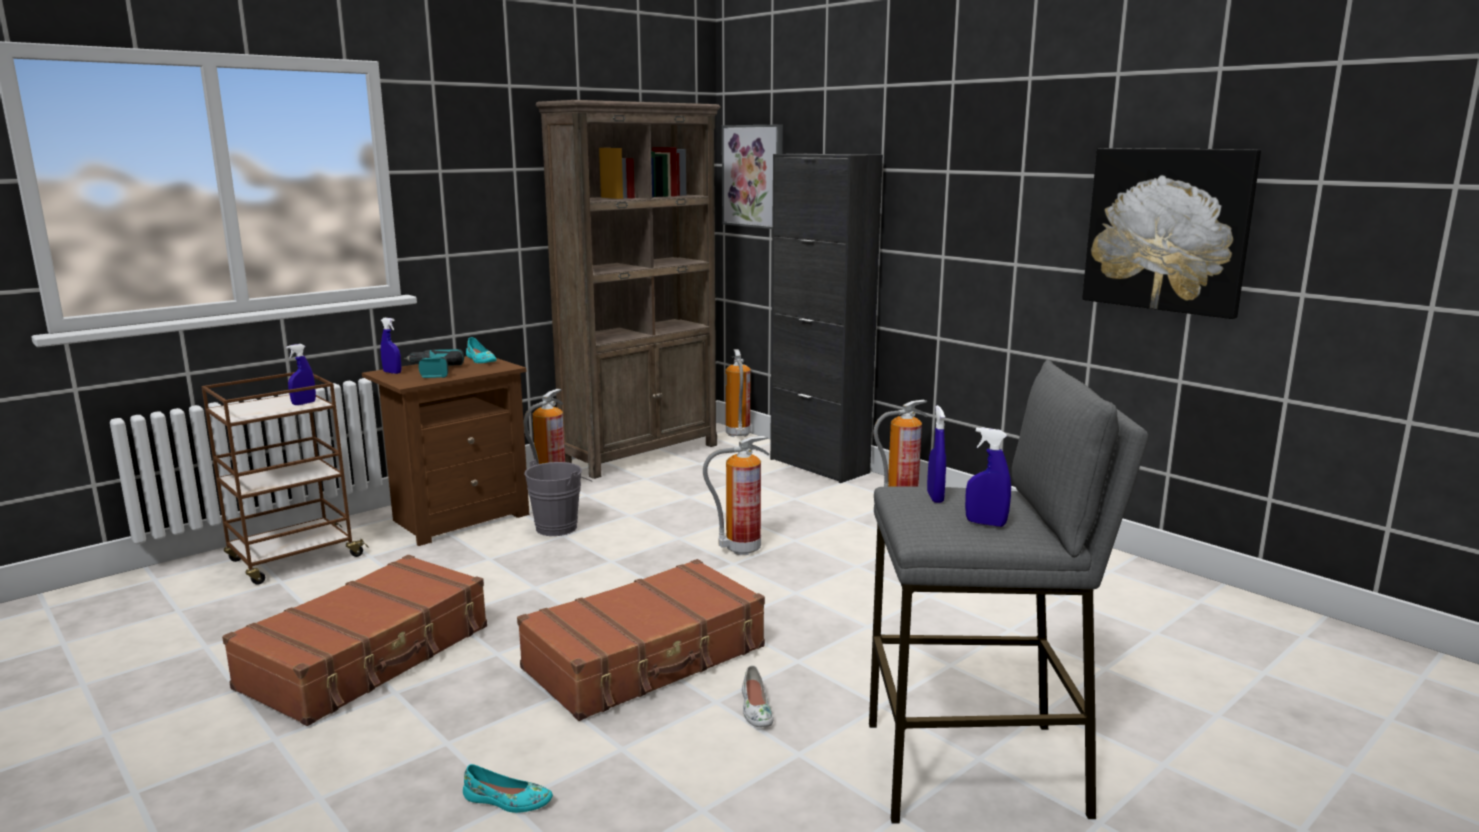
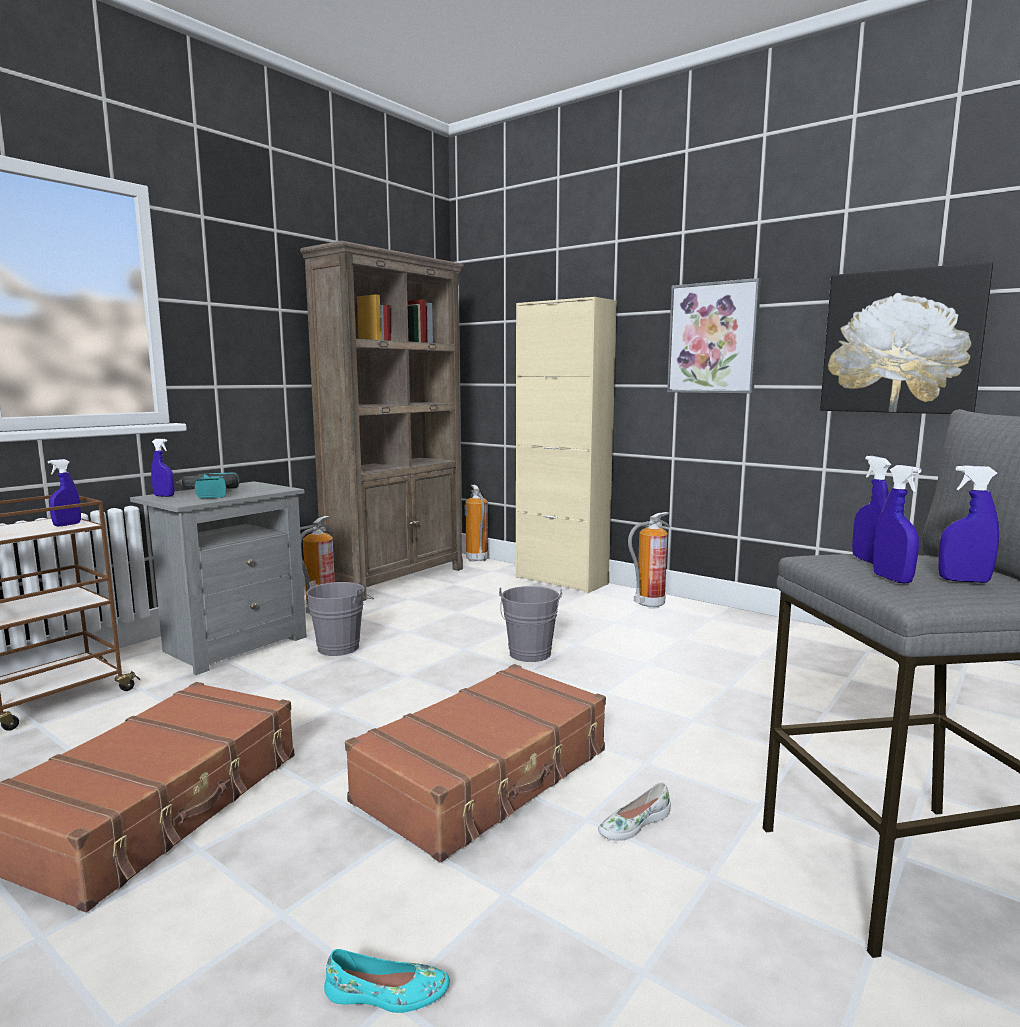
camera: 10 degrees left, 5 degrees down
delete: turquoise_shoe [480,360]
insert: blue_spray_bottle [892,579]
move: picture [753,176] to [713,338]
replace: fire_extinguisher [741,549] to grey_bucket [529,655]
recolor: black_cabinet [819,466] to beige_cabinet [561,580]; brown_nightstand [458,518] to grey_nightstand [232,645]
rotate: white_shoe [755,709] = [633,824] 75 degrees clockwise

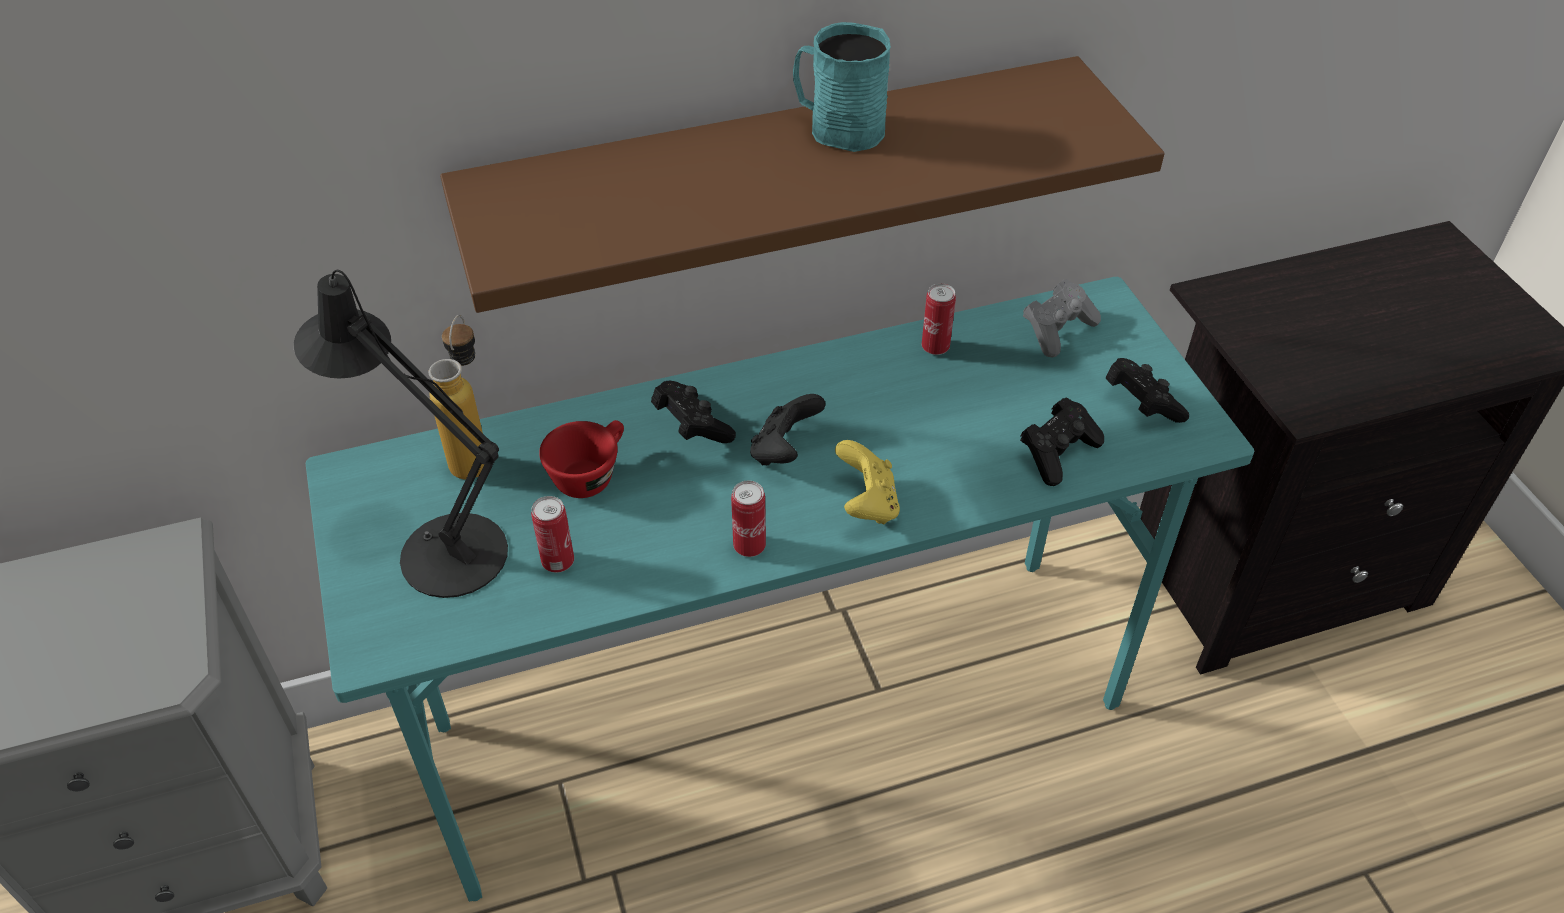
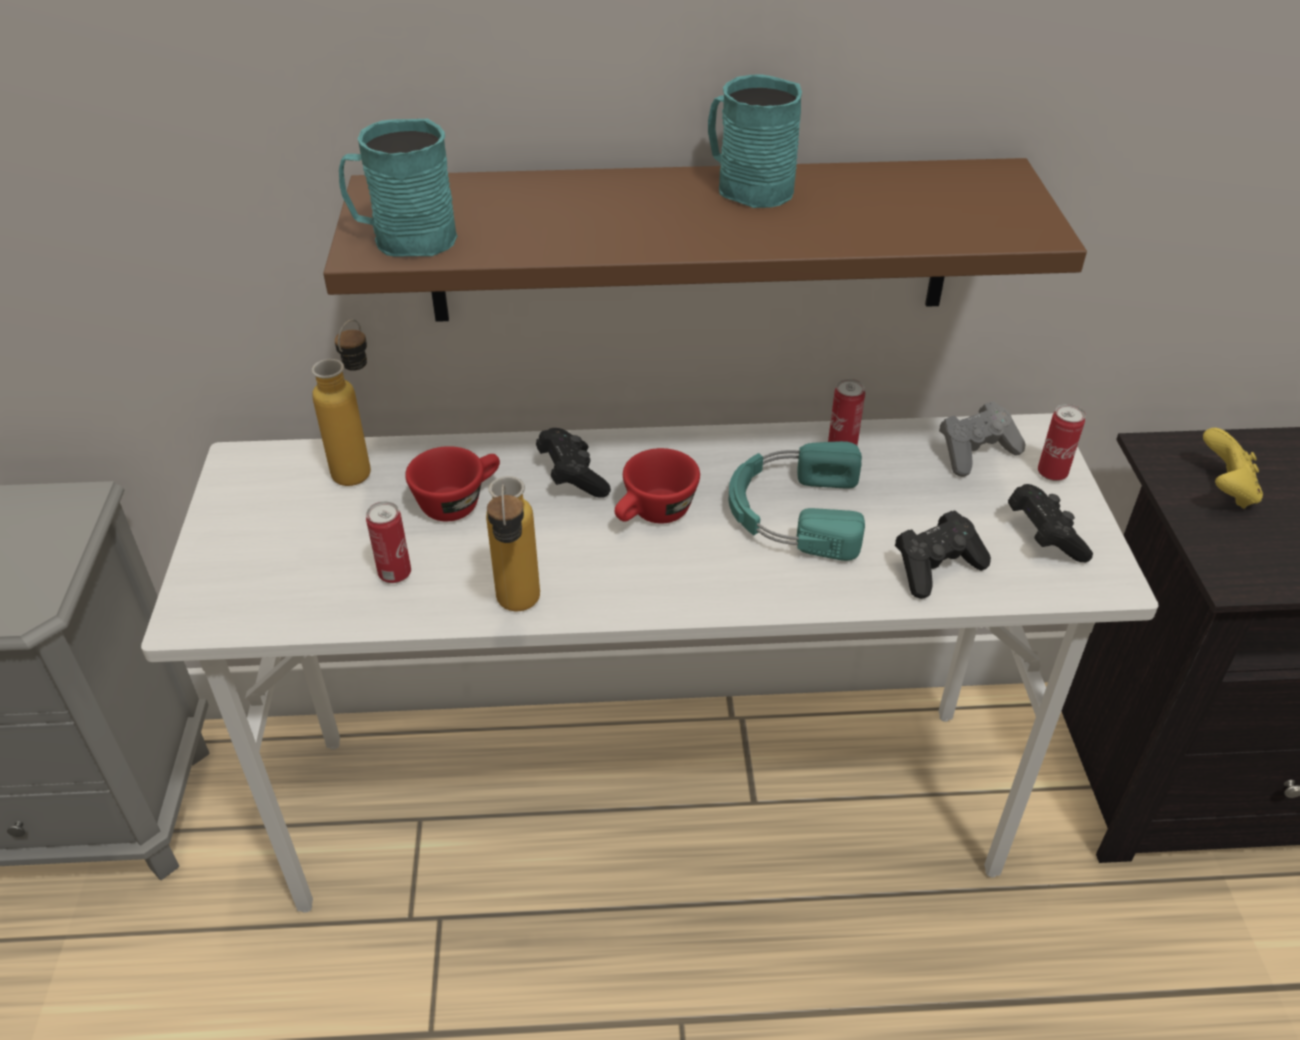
camera: 15 degrees right, 5 degrees down
delete: black_table_lamp [441,547]
insert: turquoise_mug [403,238]; turquoise_headphones [793,511]; bottle [518,611]
move: yellow_game_controller [867,504] to [1225,490]; can [749,546] to [1052,473]
replace: black_game_controller [784,451] to red_cup [654,515]
recolor: turquoise_desk [781,713] to white_desk [650,803]

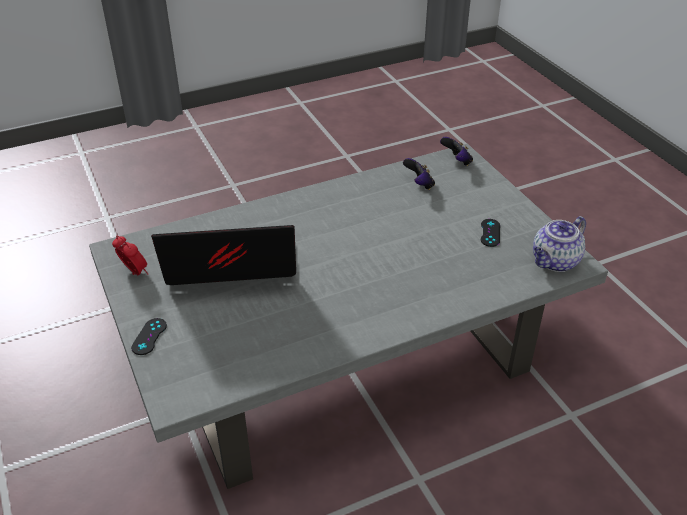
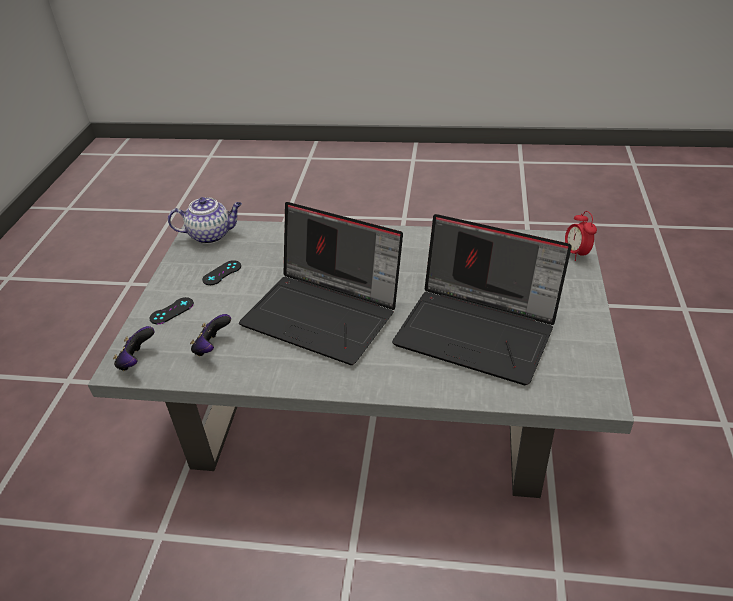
camera: 145 degrees left, 0 degrees up
insert: laptop [325,313]
move: alarm_clock [134,273] to [576,253]; black_game_controller [149,336] to [172,311]

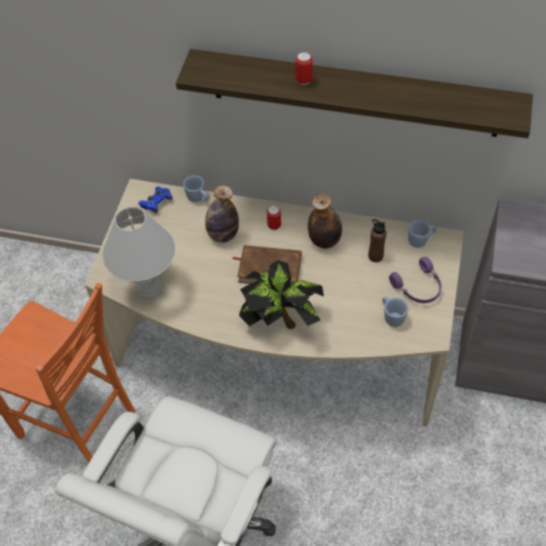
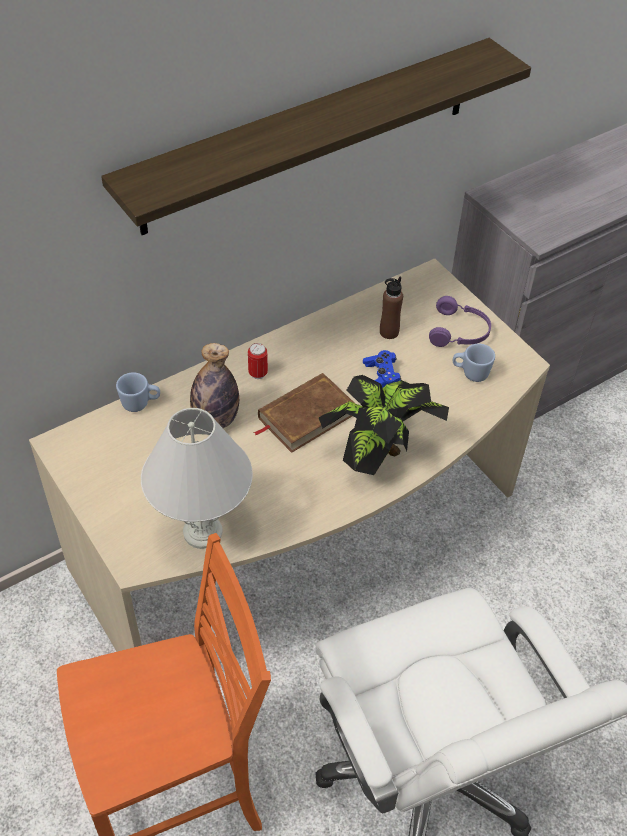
camera: 50 degrees left, 5 degrees down
delete: can [304,80]; bottle [324,240]; blue_mug [420,240]
move: blue_game_controller [156,203] to [381,377]

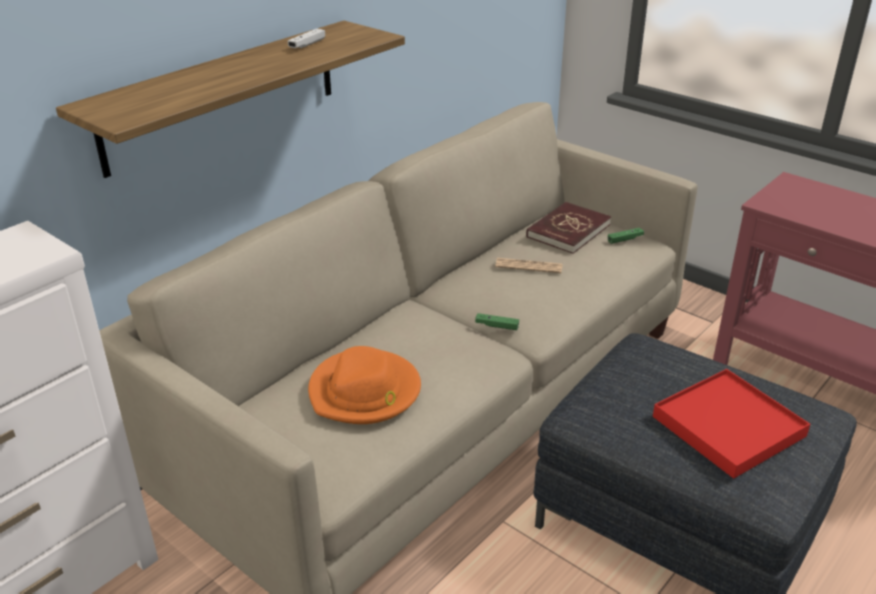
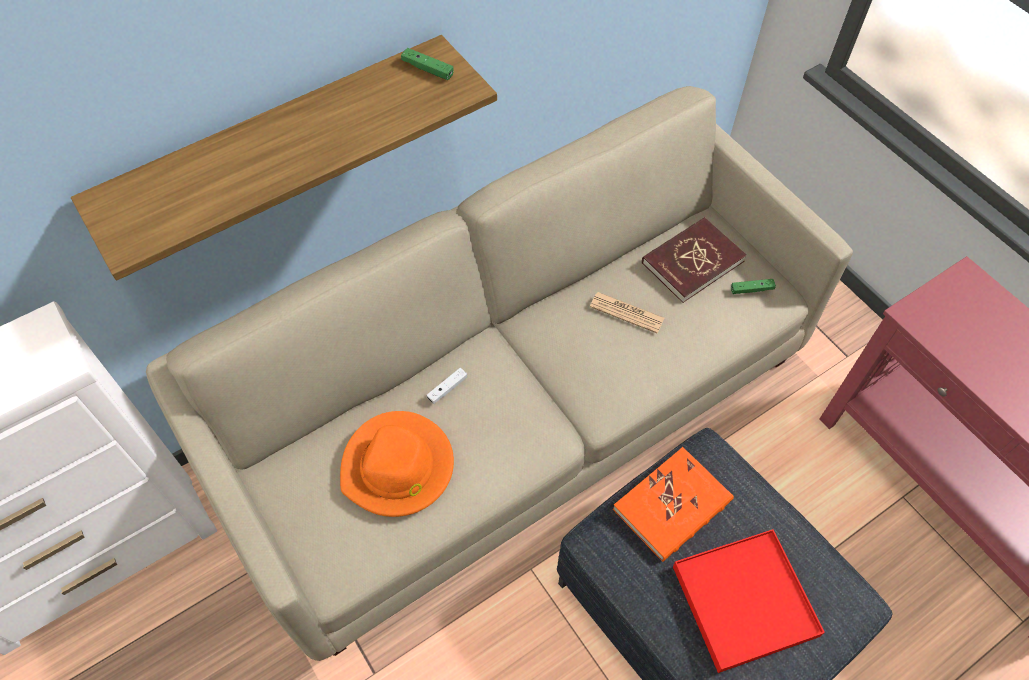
camera: 15 degrees right, 25 degrees up
insert: orange_book [672,505]
move: white_game_controller [307,44] to [447,388]; green_game_controller [497,326] to [427,69]

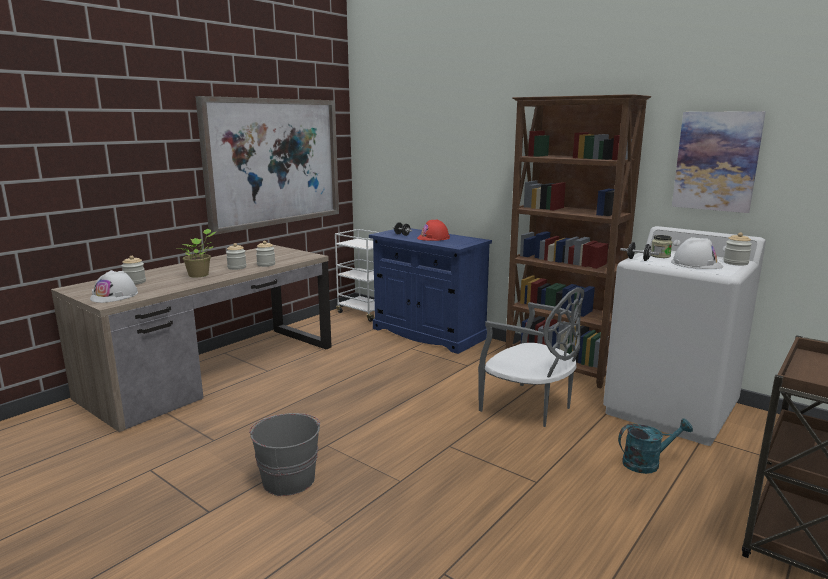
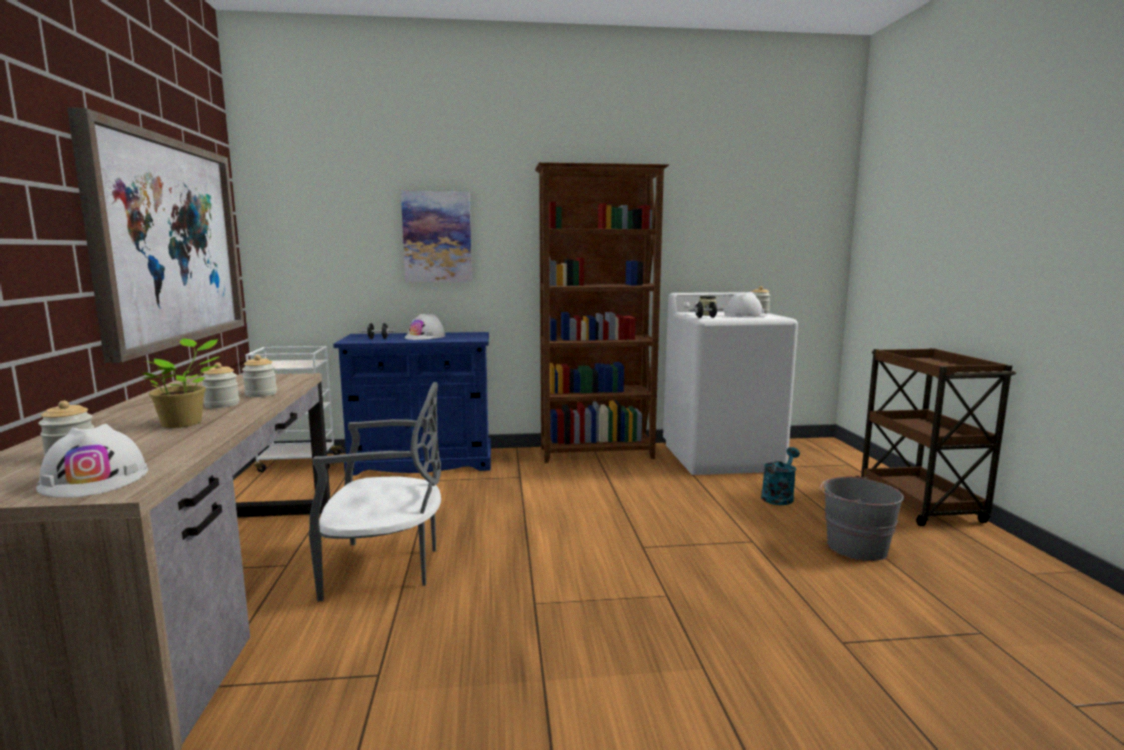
camera: 45 degrees left, 5 degrees down
move: picture [716,161] to [437,237]; grey_chair [529,407] to [386,568]; grey_bucket [288,479] to [855,547]
recolor: red_hard_hat [433,238] to white_hard_hat [425,337]

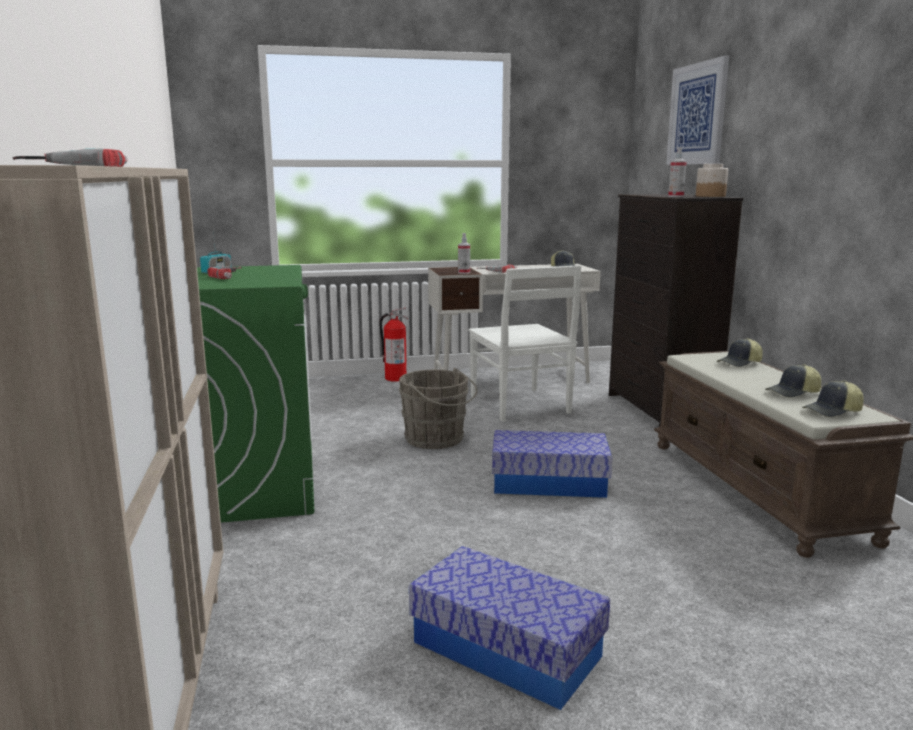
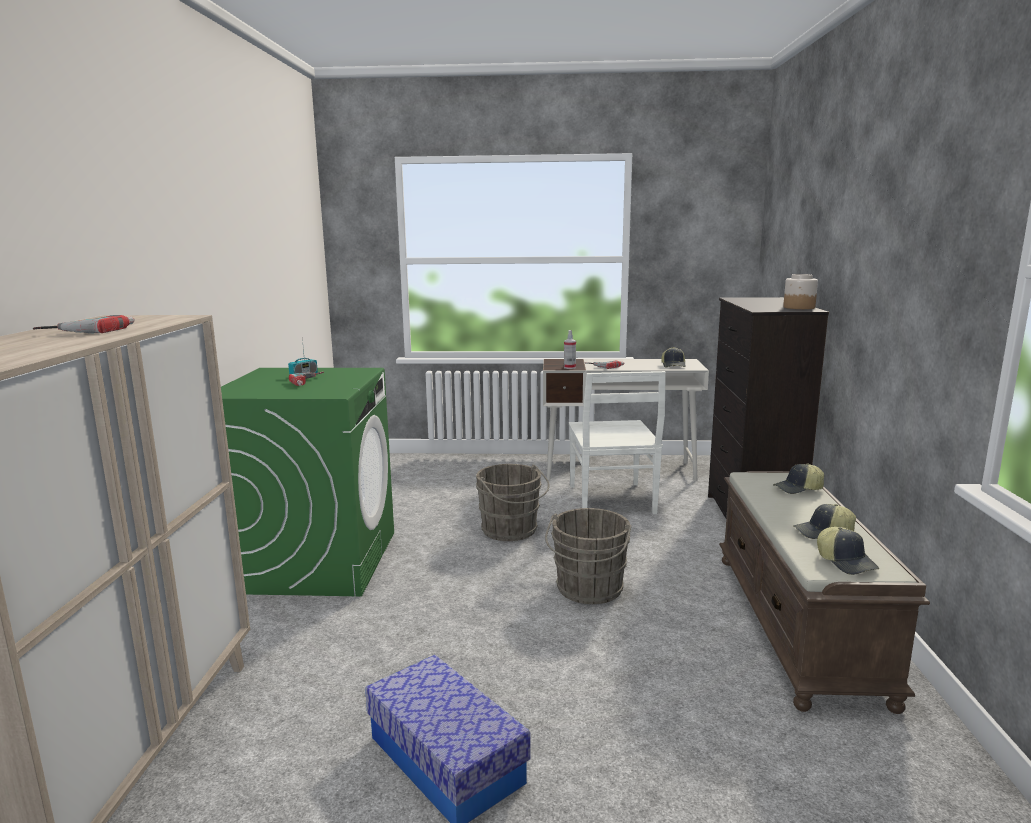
camera: 15 degrees right, 0 degrees up
delete: picture [697,114]; spray_bottle [675,196]; fire_extinguisher [395,378]
replace: storage_box [549,482] to grey_bucket [588,590]
rotate: cap [833,412] = [846,562] 105 degrees counterclockwise

